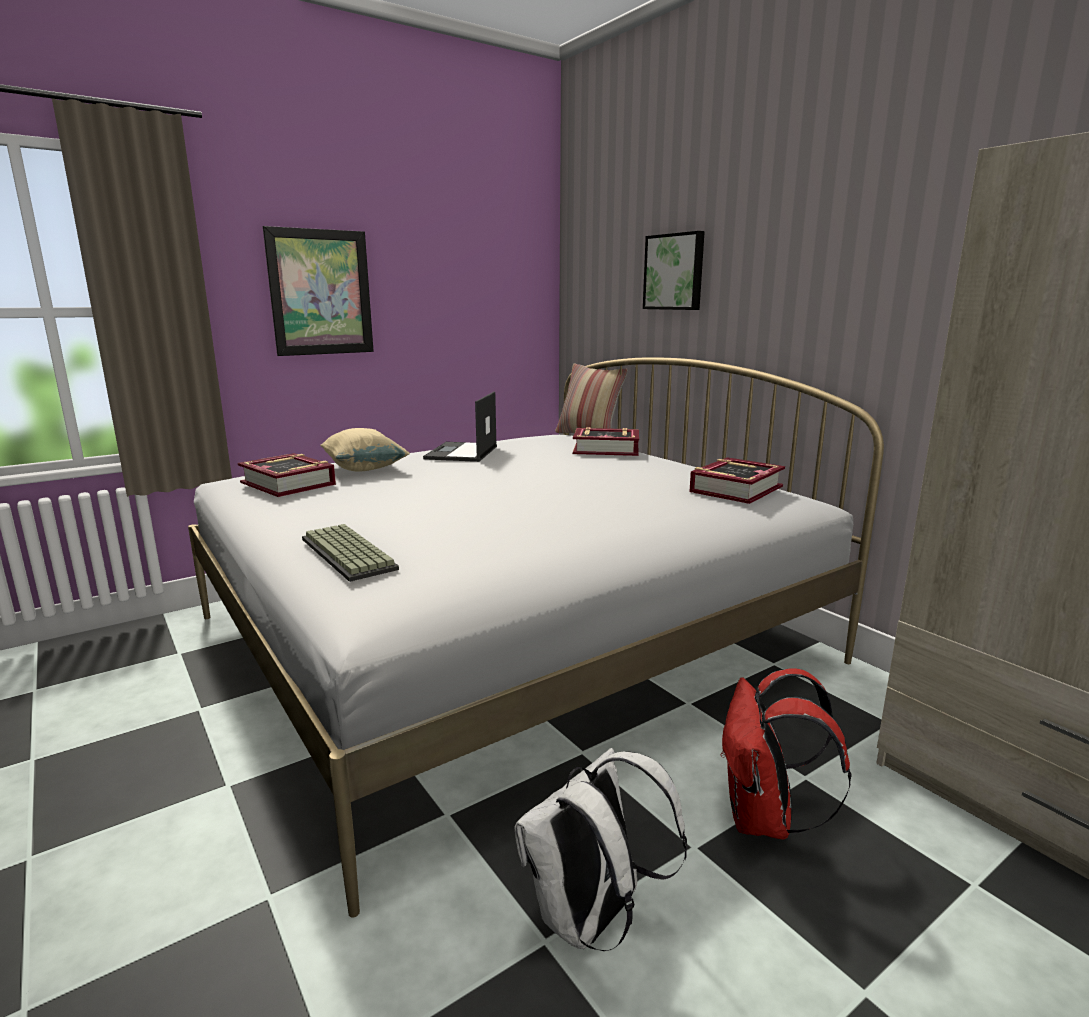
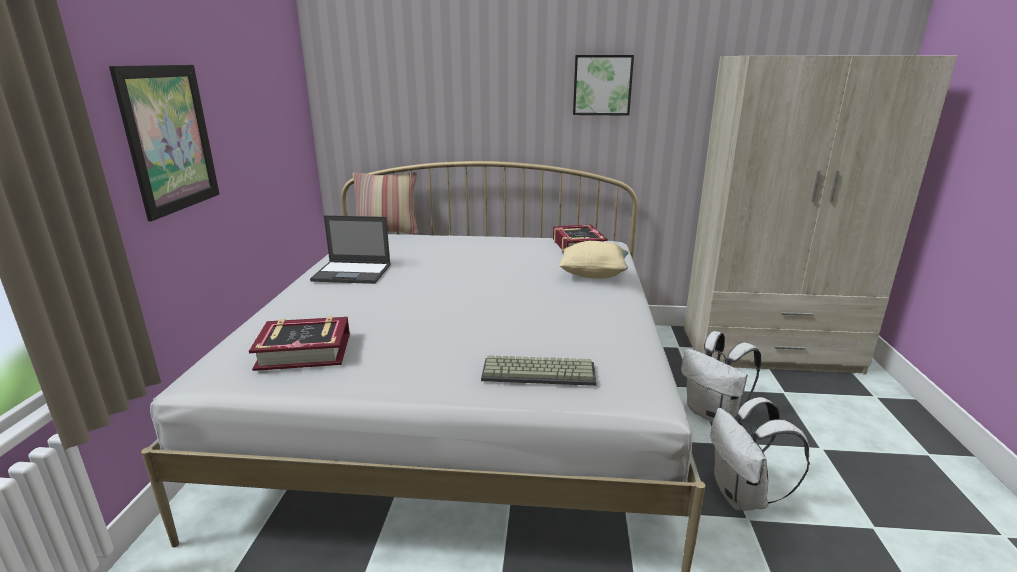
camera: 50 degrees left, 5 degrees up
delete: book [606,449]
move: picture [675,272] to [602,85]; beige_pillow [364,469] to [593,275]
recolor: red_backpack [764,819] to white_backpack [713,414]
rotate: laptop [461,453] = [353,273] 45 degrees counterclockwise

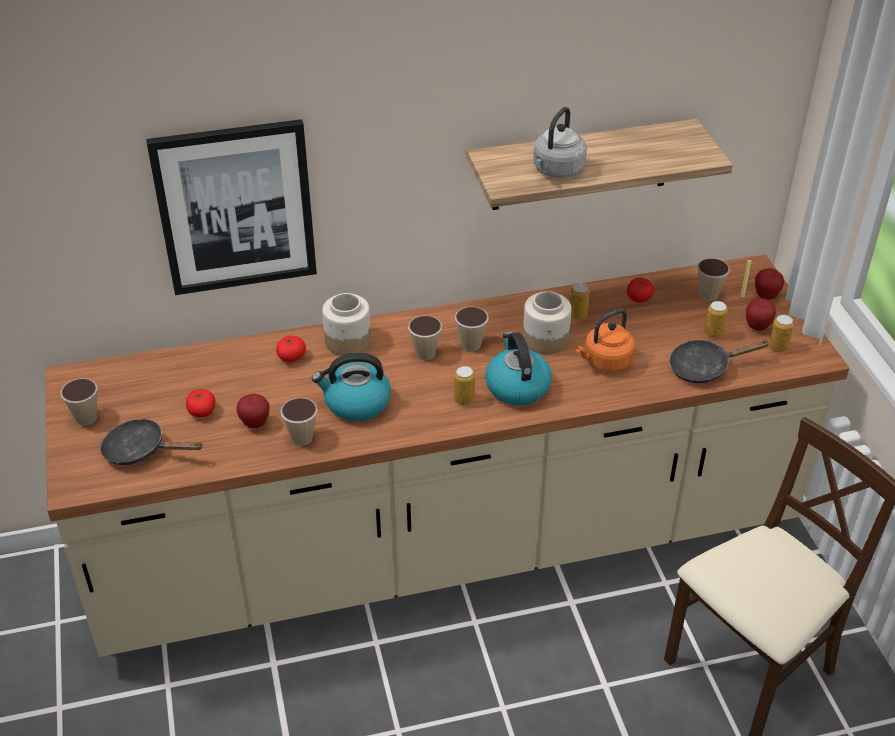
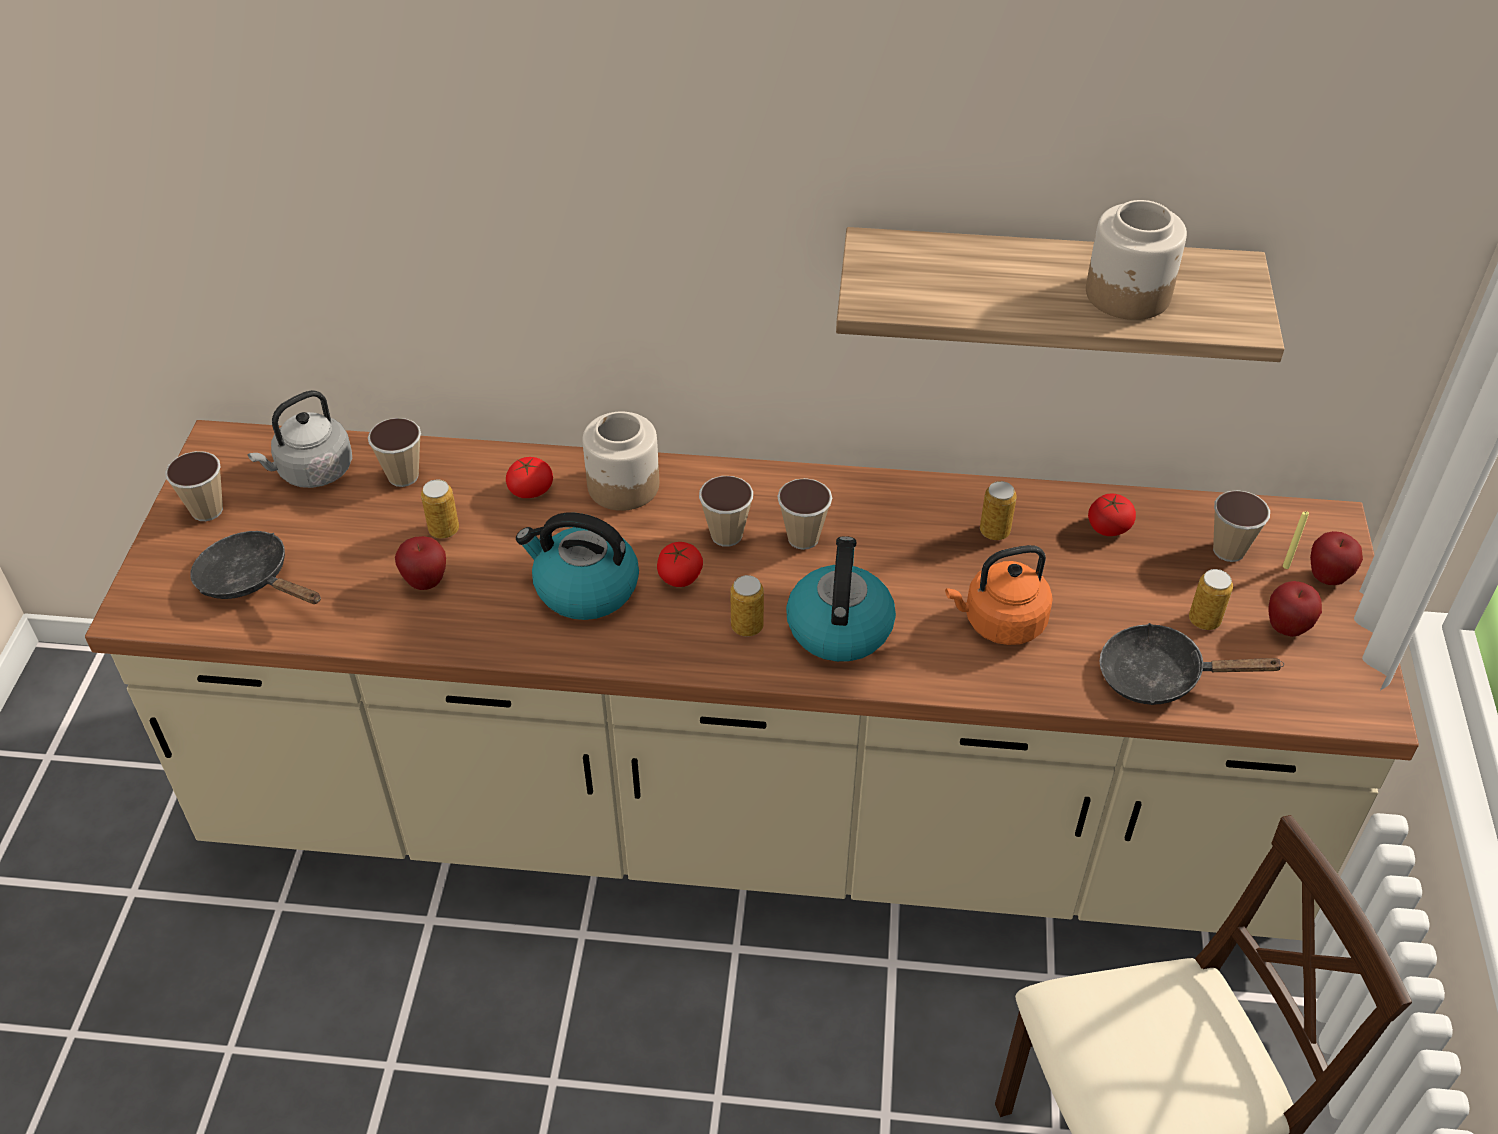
camera: 20 degrees right, 5 degrees up
delete: picture [235,207]
move: grey_kettle [557,171] to [312,472]; jar [546,340] to [1128,295]; can [778,347] to [444,530]; tomato [202,411] to [680,576]; cup [302,438] to [403,476]

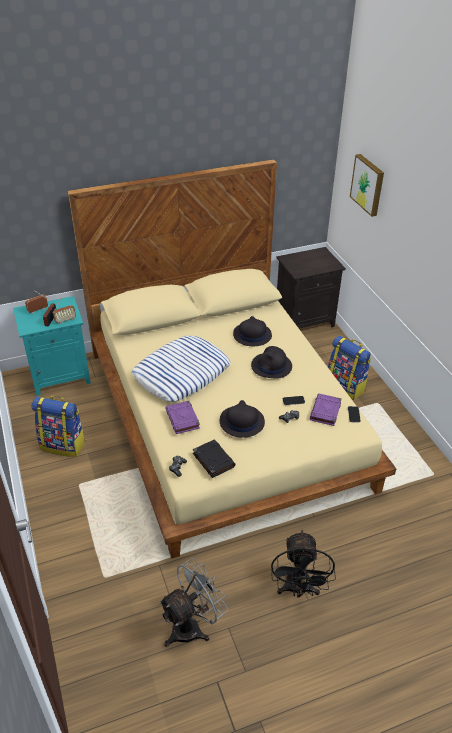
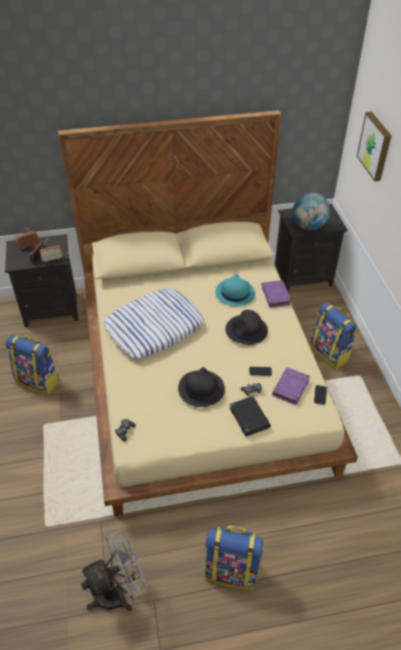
camera: 10 degrees right, 5 degrees up
insert: globe [308,226]
move: purple_book [183,419] to [276,296]; black_book [213,460] to [248,417]
replace: black_fan [298,590] to backpack [232,570]
recolor: turquoise_nightstand [61,375] to black_nightstand [52,308]; black_hat [252,335] to turquoise_hat [234,293]

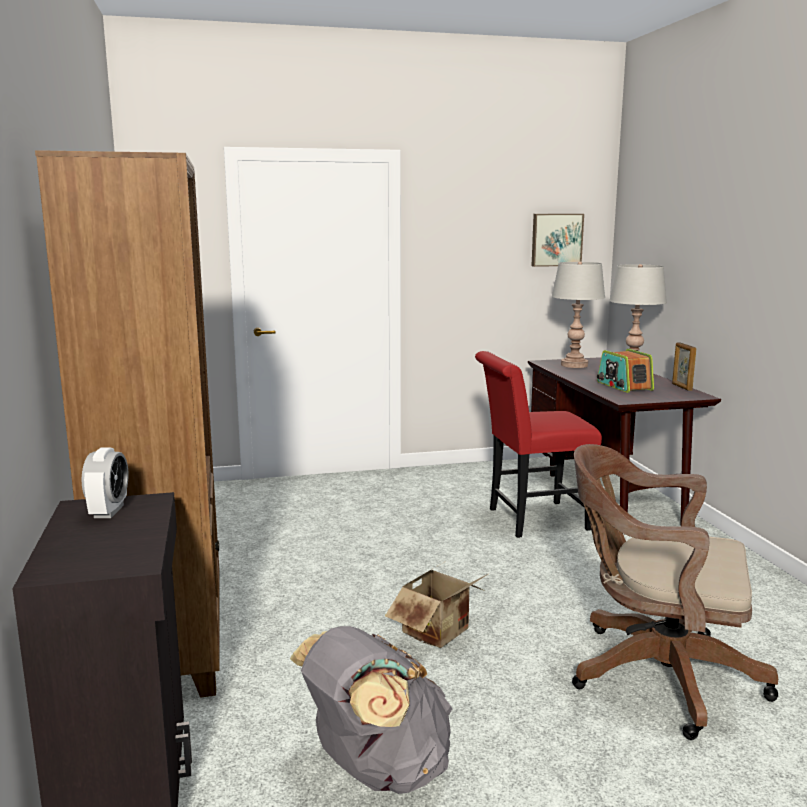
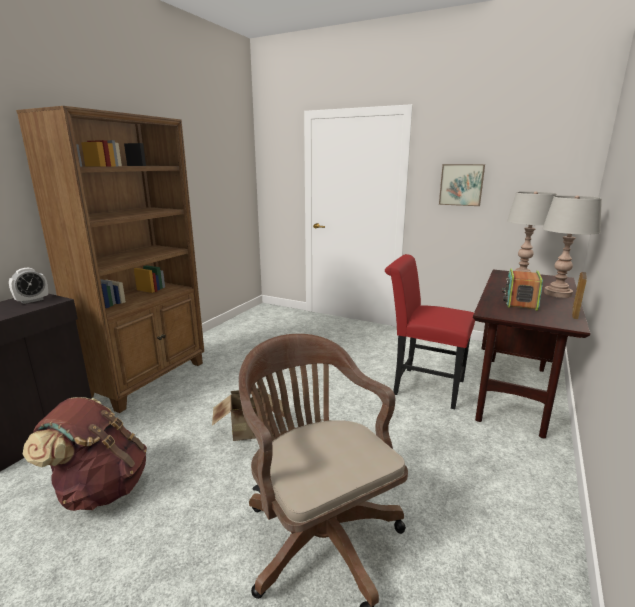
camera: 40 degrees right, 5 degrees up
move: picture [556,240] to [461,184]
recolor: grey_backpack [376,769] to brown_backpack [100,488]

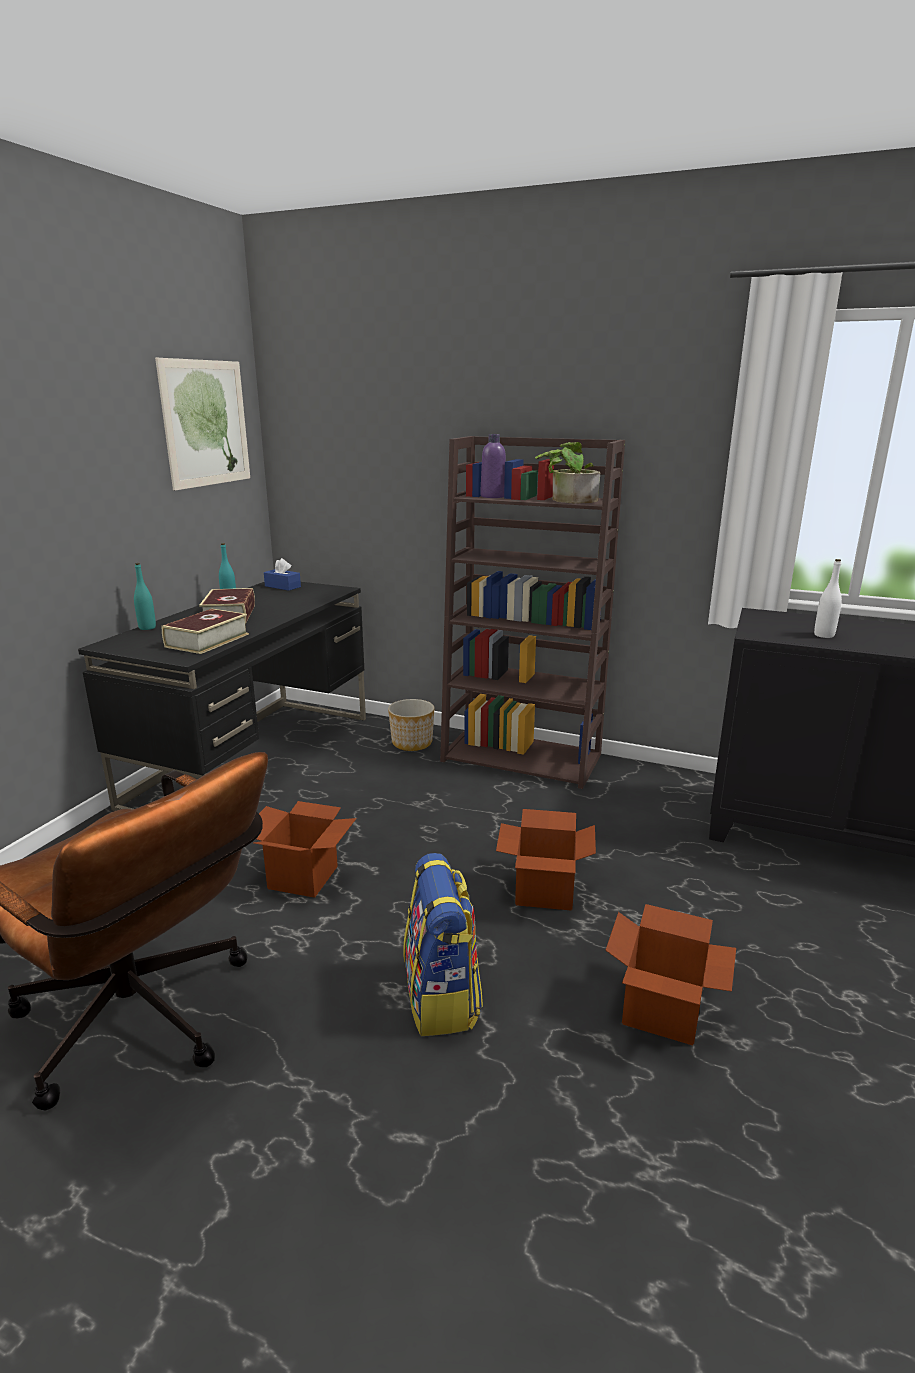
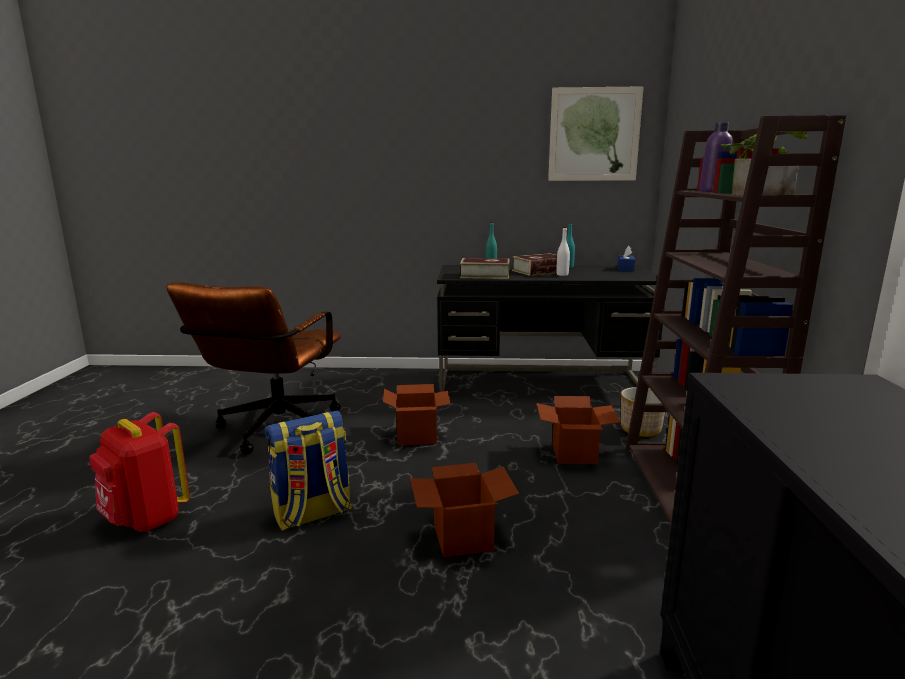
camera: 70 degrees right, 5 degrees down
insert: red_backpack [146,519]
move: white_bottle [824,635] to [562,274]; cardboard_box [661,1011] to [574,454]

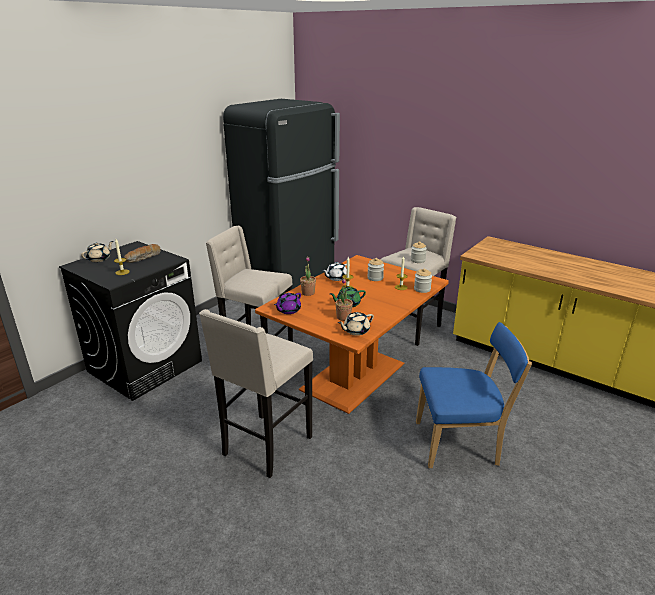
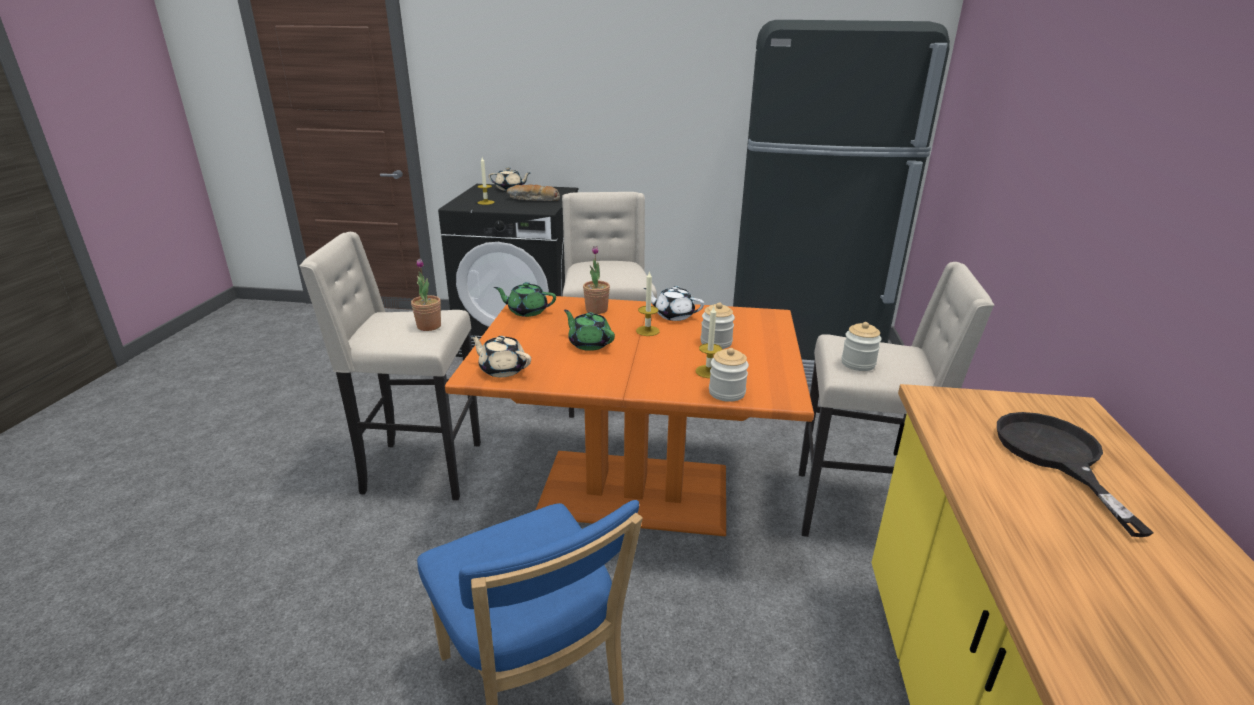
camera: 60 degrees right, 0 degrees up
insert: black_frying_pan [1055,456]
move: potted_plant [343,317] to [429,326]
recolor: purple_teapot [288,310] to green_teapot [527,311]

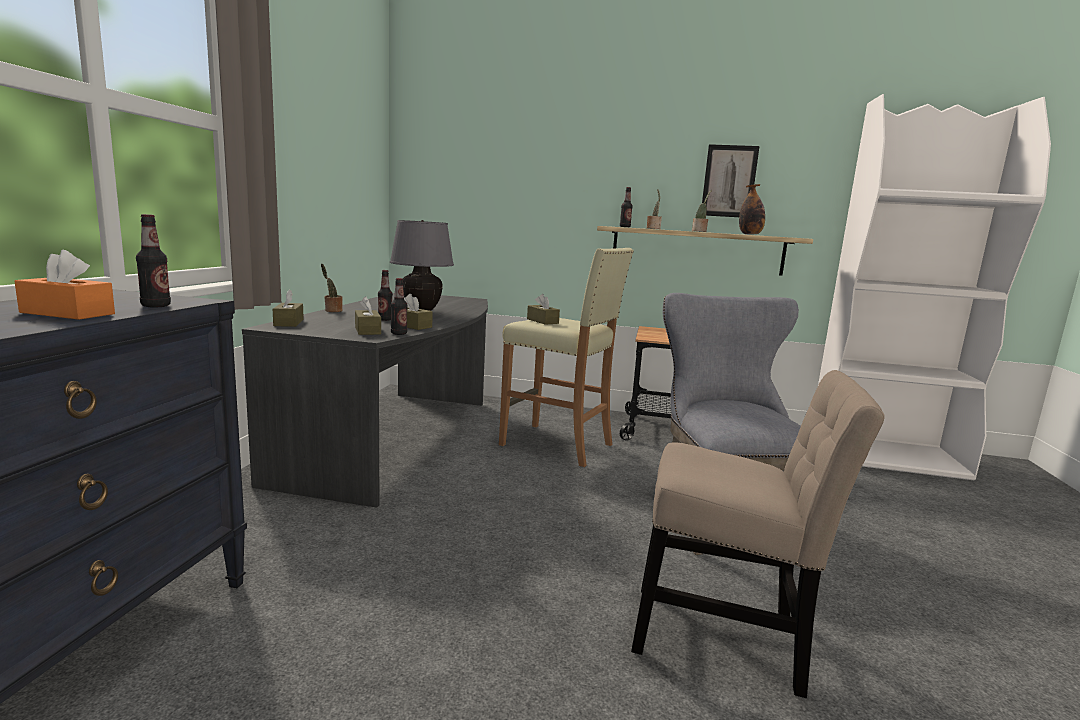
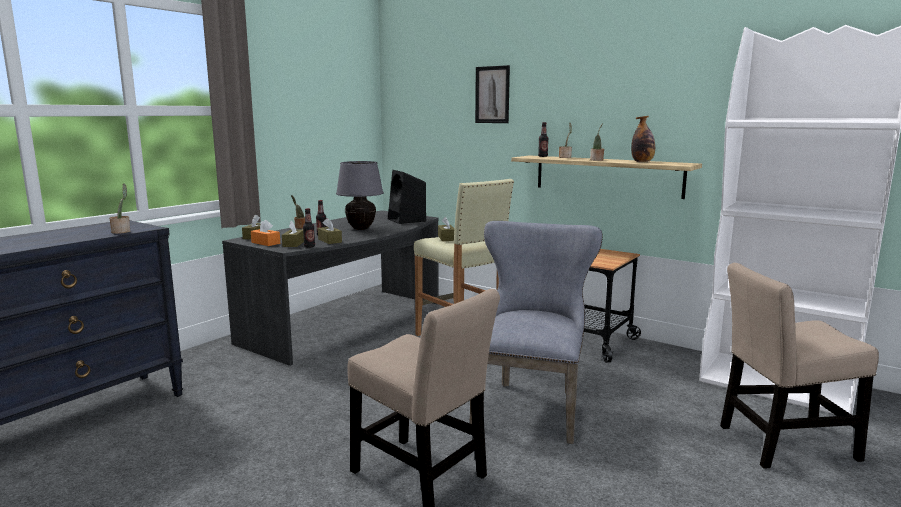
camera: 25 degrees right, 0 degrees up
insert: black_speaker [407,220]; beige_chair [782,444]
move: picture [729,181] to [492,94]; orange_tissue_box [68,313] to [265,243]
replace: bottle [156,306] to potted_plant [122,231]

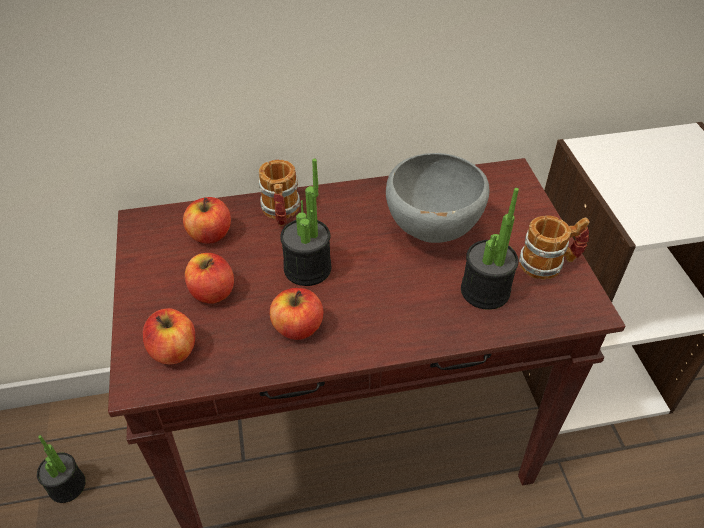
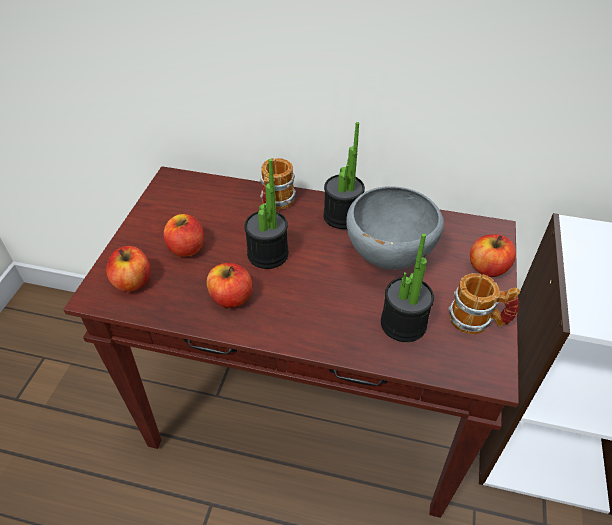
camera: 25 degrees right, 0 degrees up
move: apple [210,235] to [488,268]; potted_plant [67,486] to [342,216]

